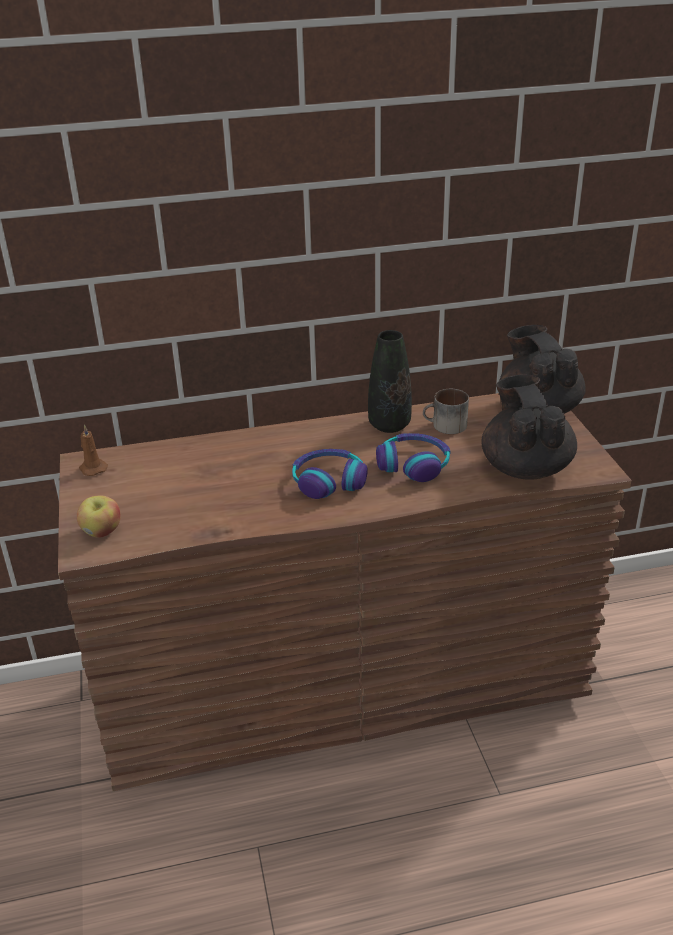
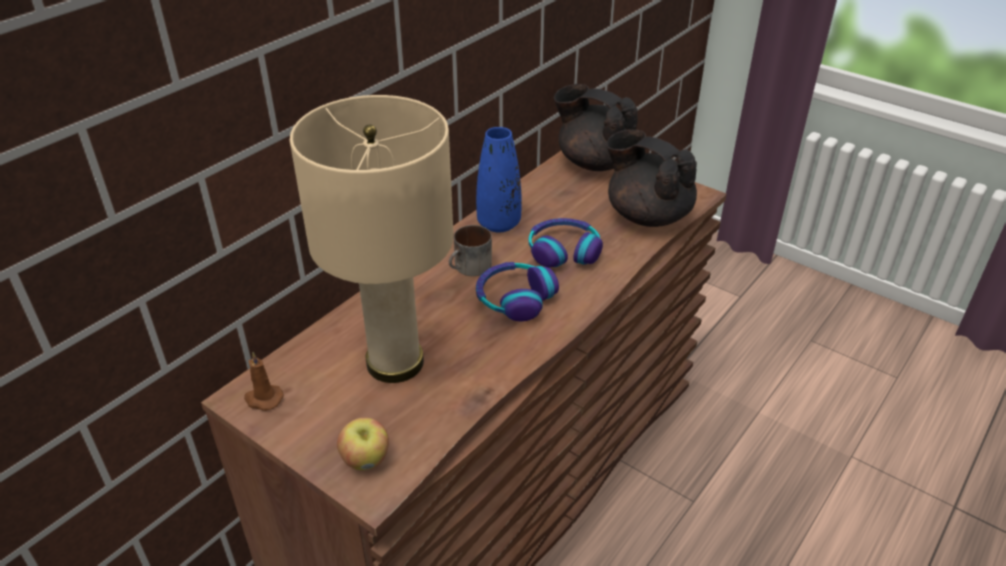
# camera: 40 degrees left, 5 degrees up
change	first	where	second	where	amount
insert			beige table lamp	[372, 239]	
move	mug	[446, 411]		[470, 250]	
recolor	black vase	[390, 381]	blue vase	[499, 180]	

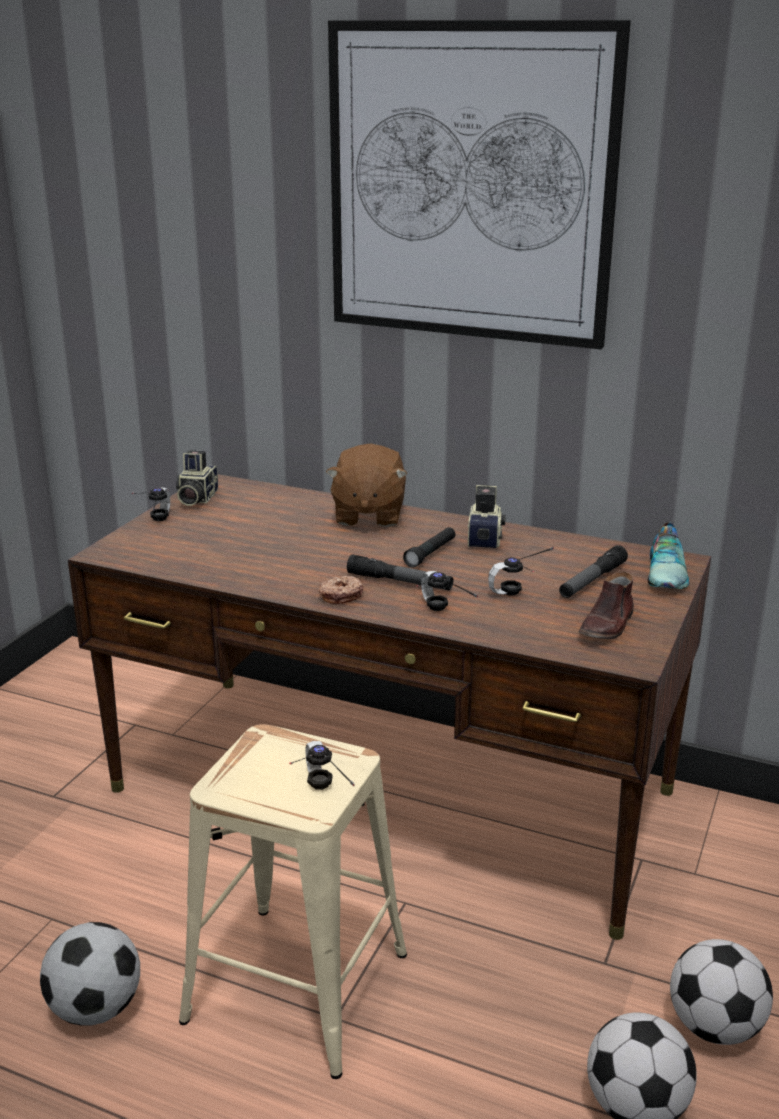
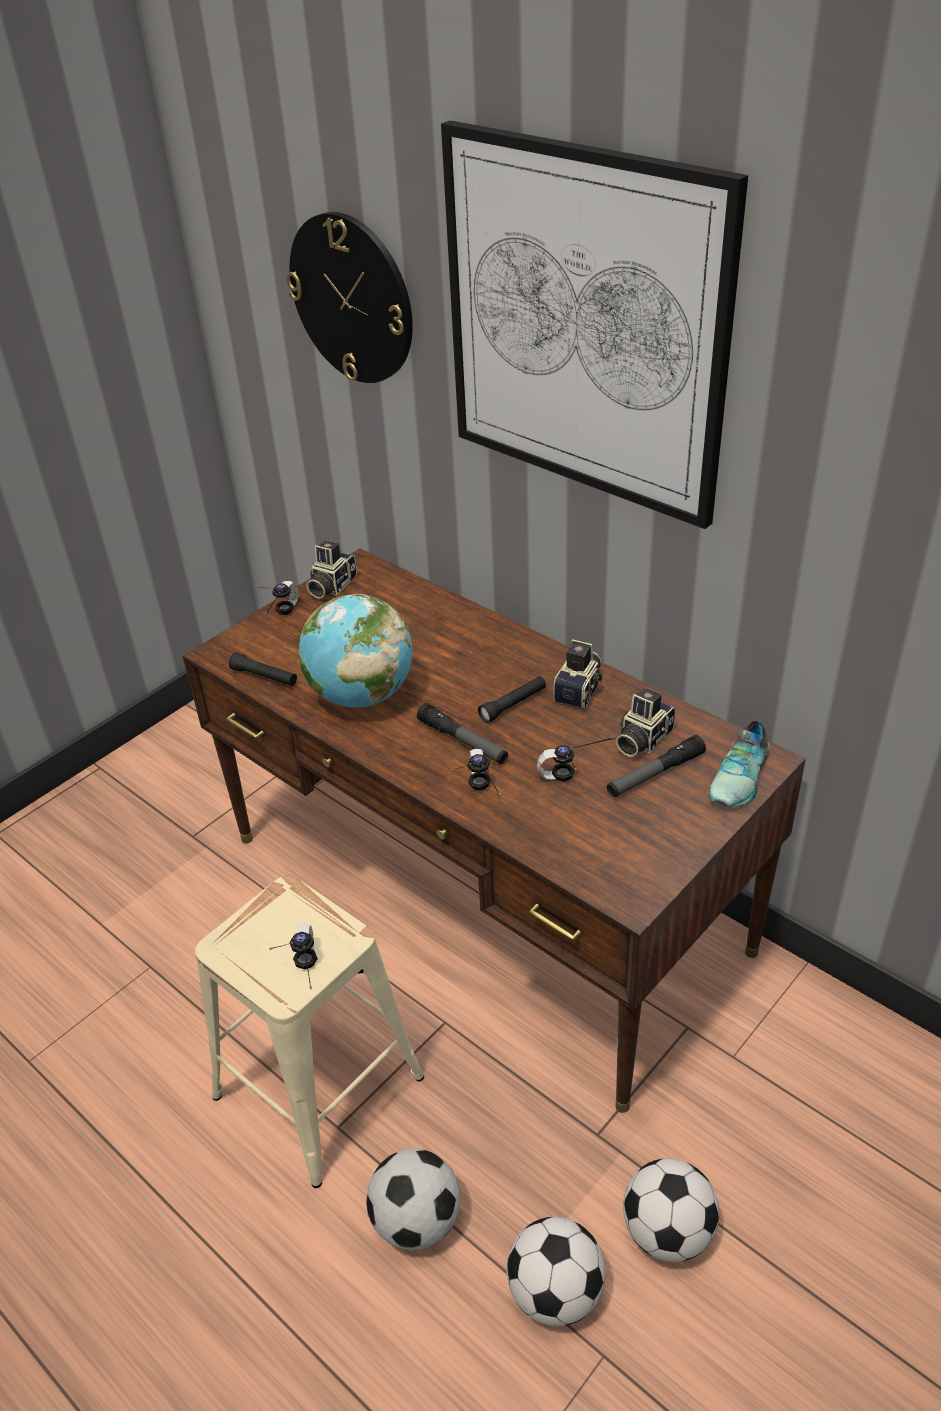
# camera: 20 degrees right, 15 degrees up
change	first	where	second	where	amount
insert			black flashlight	[263, 669]	
insert			wall clock	[349, 297]	
insert			globe	[356, 651]	
move	football	[90, 974]		[413, 1199]	
insert			photo camera	[646, 722]	
delete	donut	[341, 590]			
delete	brown plush toy	[366, 485]			
delete	brown shoe	[606, 605]			

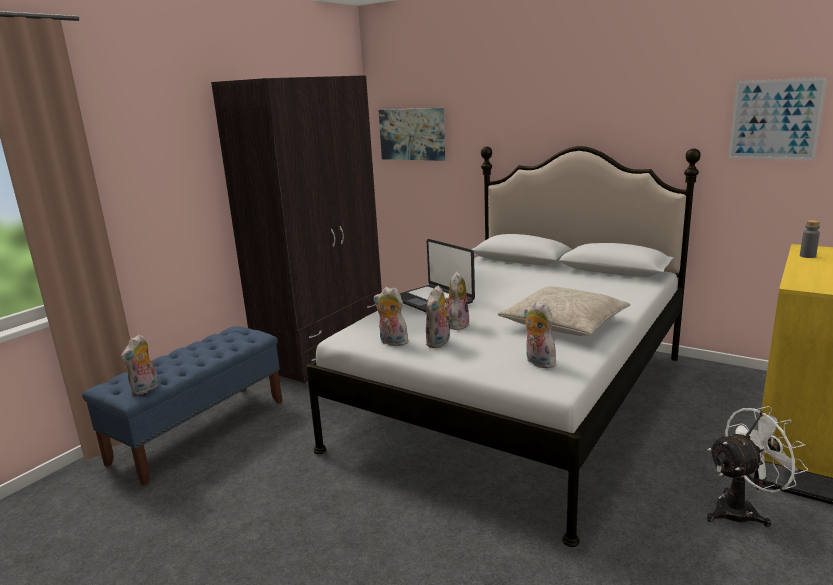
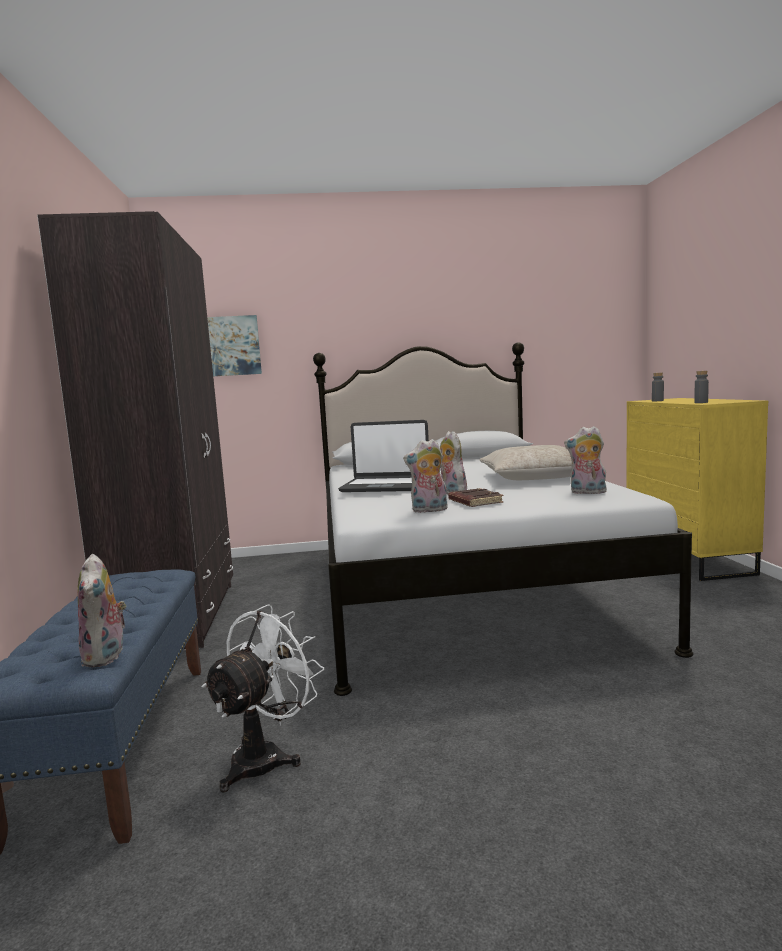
# camera: 40 degrees left, 10 degrees down
change	first	where	second	where	amount
move	white fan	[757, 466]		[263, 698]	
replace	plush toy	[439, 316]	brown book	[476, 497]	
insert			grey bottle	[701, 387]	
delete	picture	[777, 118]			

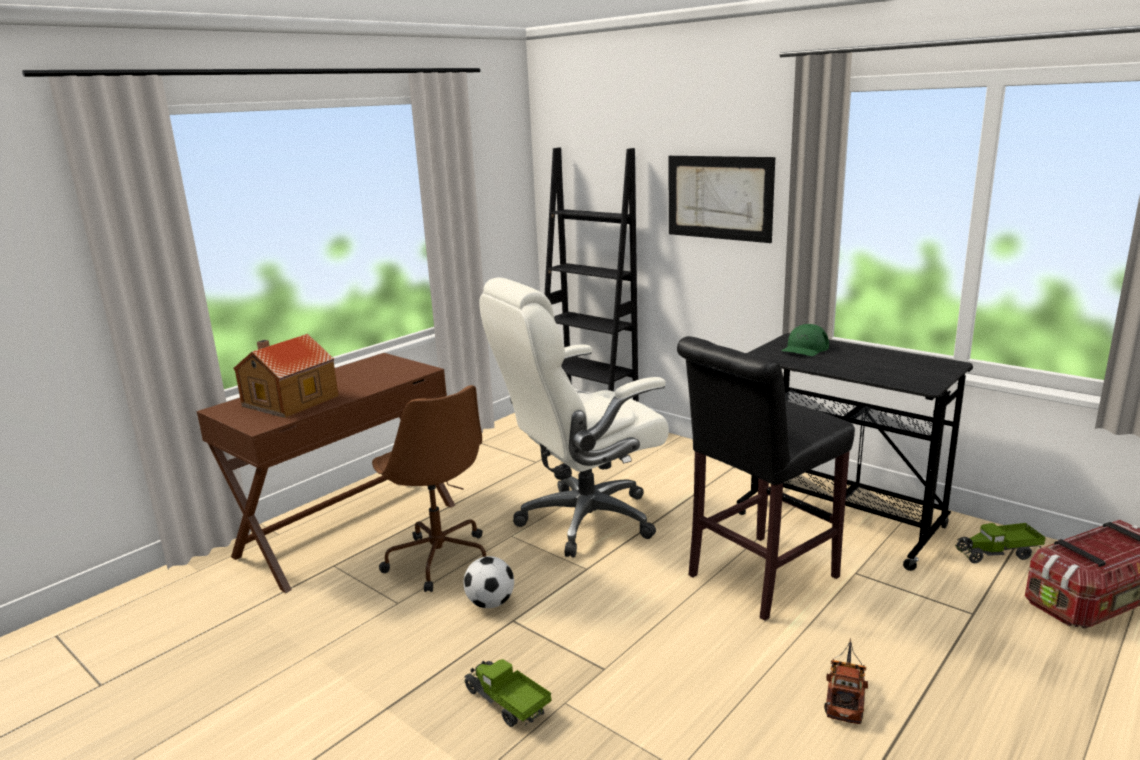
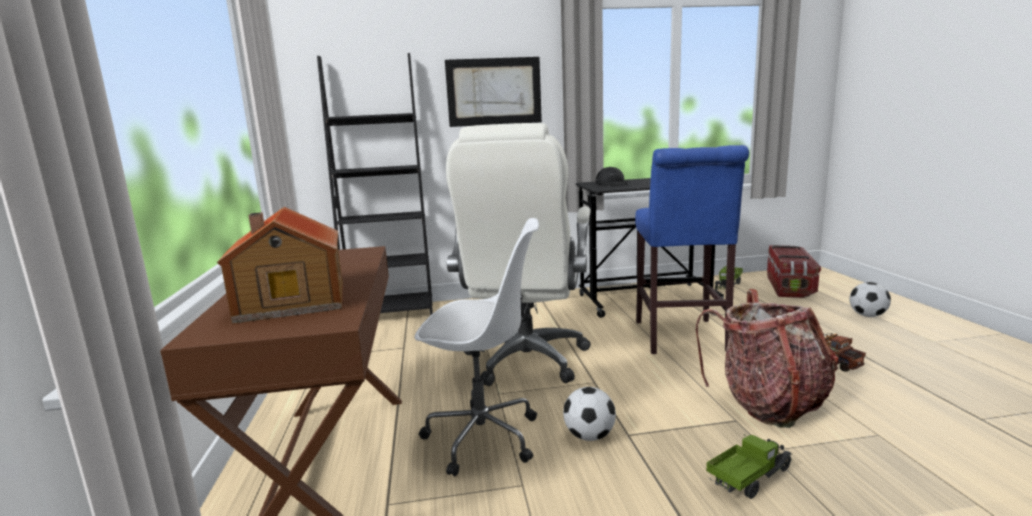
# camera: 50 degrees left, 5 degrees down
change	first	where	second	where	amount
recolor	brown office chair	[429, 488]	white office chair	[477, 347]	
recolor	green cap	[805, 340]	black cap	[612, 176]	
recolor	black stool	[766, 478]	blue stool	[692, 249]	
insert			backpack	[767, 358]	
rotate	toy truck	[508, 693]		[749, 466]	150 degrees clockwise
insert			football	[870, 299]	

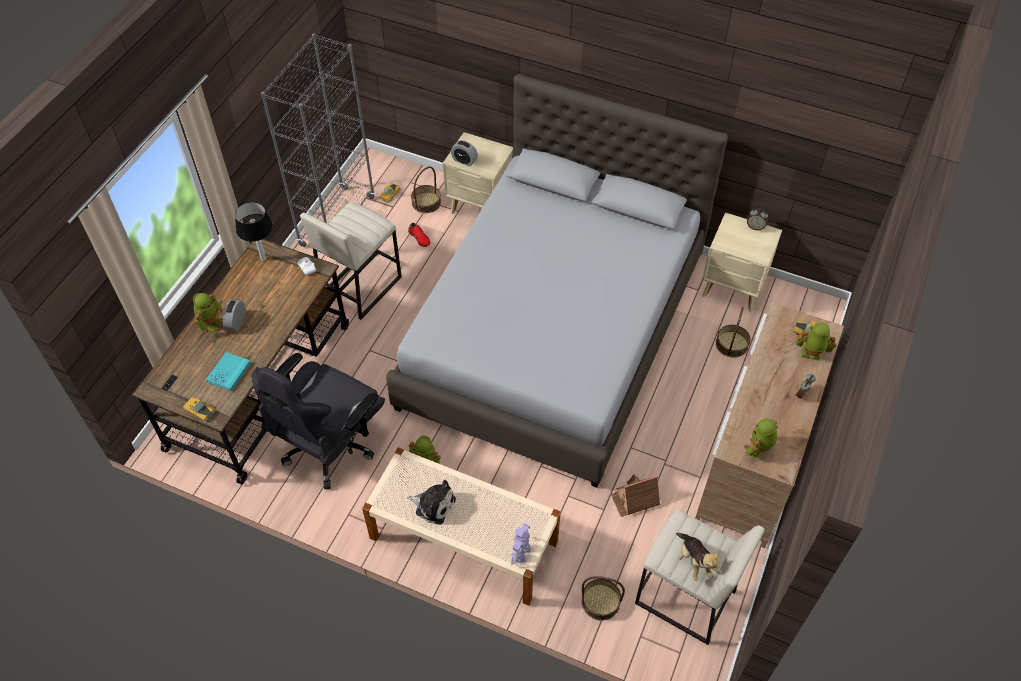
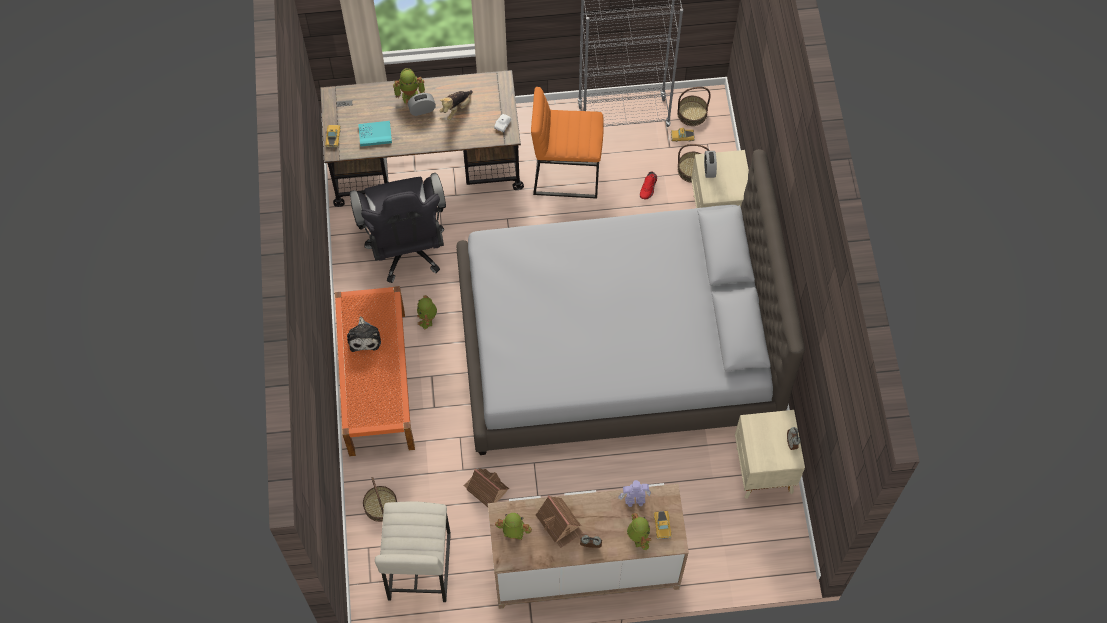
# camera: 60 degrees right, 10 degrees up
change	first	where	second	where	amount
recolor	beige bench	[461, 526]	orange bench	[375, 371]	
rotate	black office chair	[318, 421]		[398, 228]	105 degrees counterclockwise
move	plush toy	[698, 557]		[456, 105]	
recolor	beige stool	[351, 261]	orange stool	[567, 143]	
insert			toy house	[559, 521]	
move	toy robot	[521, 544]		[634, 493]	
move	basket	[733, 332]		[694, 106]	
delete	table lamp	[254, 231]			

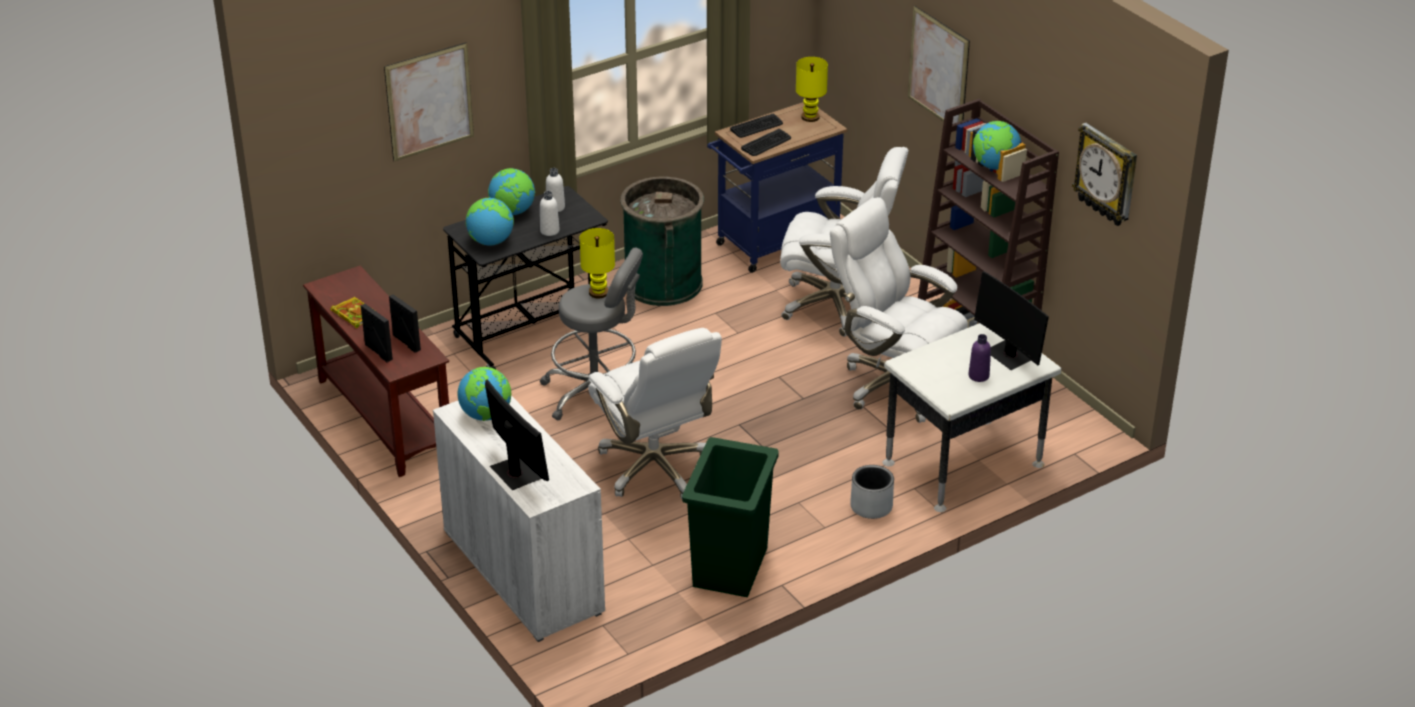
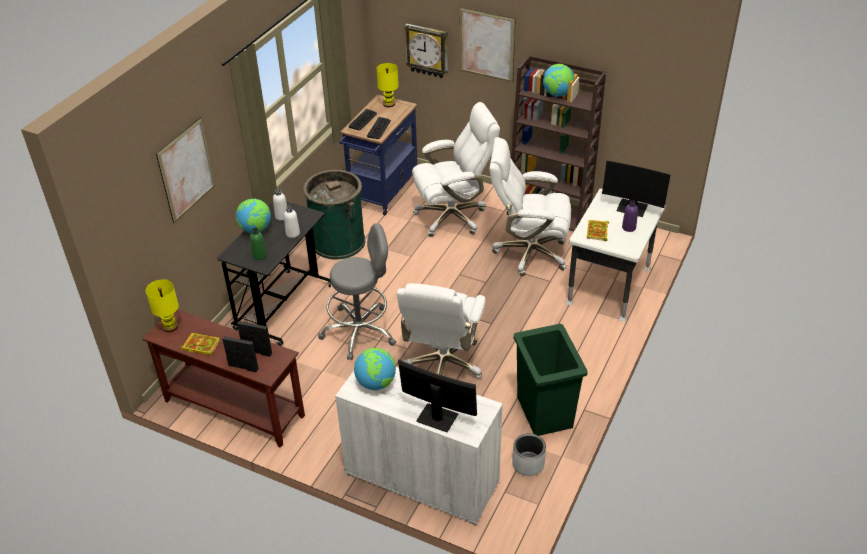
# camera: 30 degrees left, 5 degrees up
change	first	where	second	where	amount
move	yellow table lamp	[597, 263]		[162, 305]	
replace	globe	[490, 222]	green bottle	[258, 244]	
rotate	white office chair	[655, 413]		[441, 331]	75 degrees clockwise
move	wall clock	[1104, 174]		[426, 51]	
move	grey planter	[872, 492]		[529, 454]	
insert			book	[597, 230]	

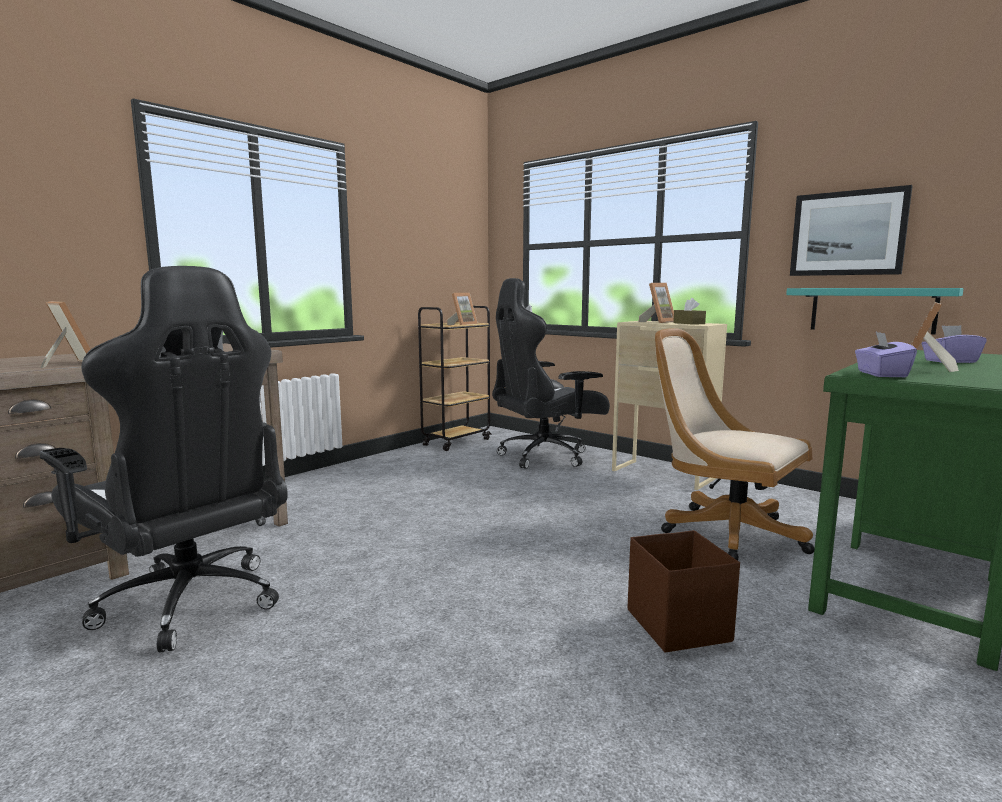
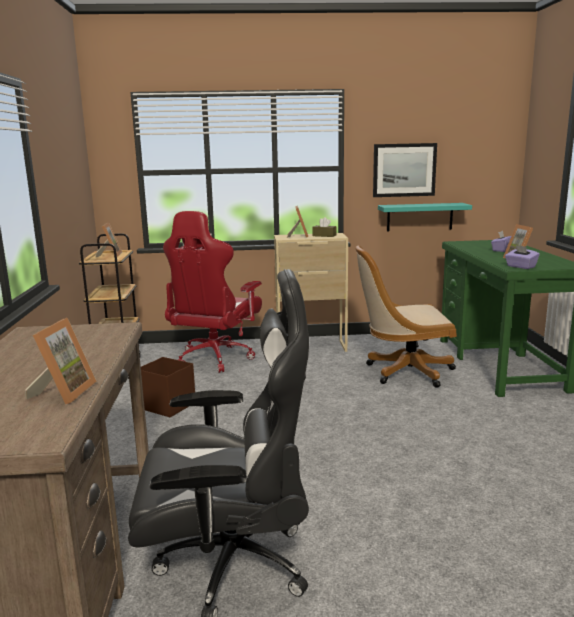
# camera: 45 degrees left, 5 degrees up
change	first	where	second	where	amount
rotate	picture frame	[65, 334]		[61, 361]	105 degrees clockwise
move	brown storage box	[684, 591]		[168, 387]	
recolor	black office chair	[551, 373]	red office chair	[212, 292]	

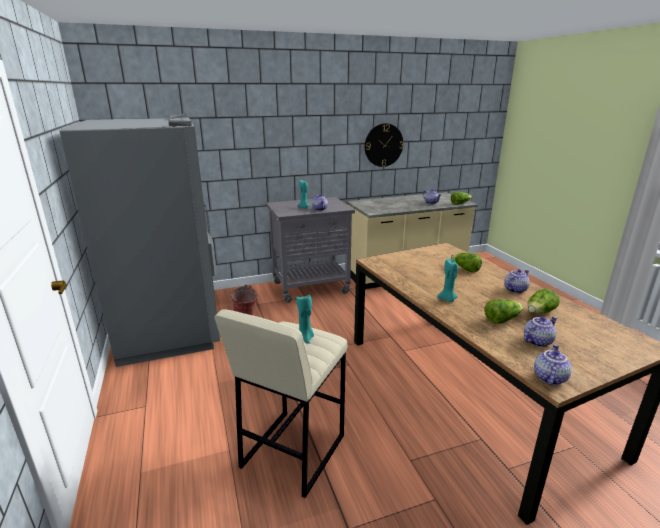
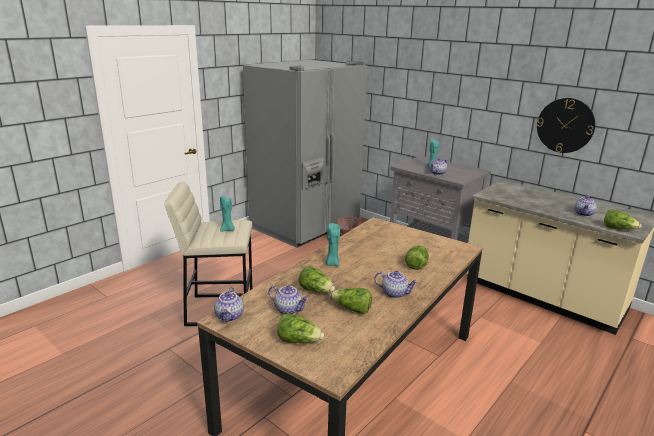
# camera: 60 degrees right, 0 degrees up
change	first	where	second	where	amount
rotate	teapot	[553, 364]		[229, 304]	90 degrees clockwise
insert			lettuce	[300, 328]	

